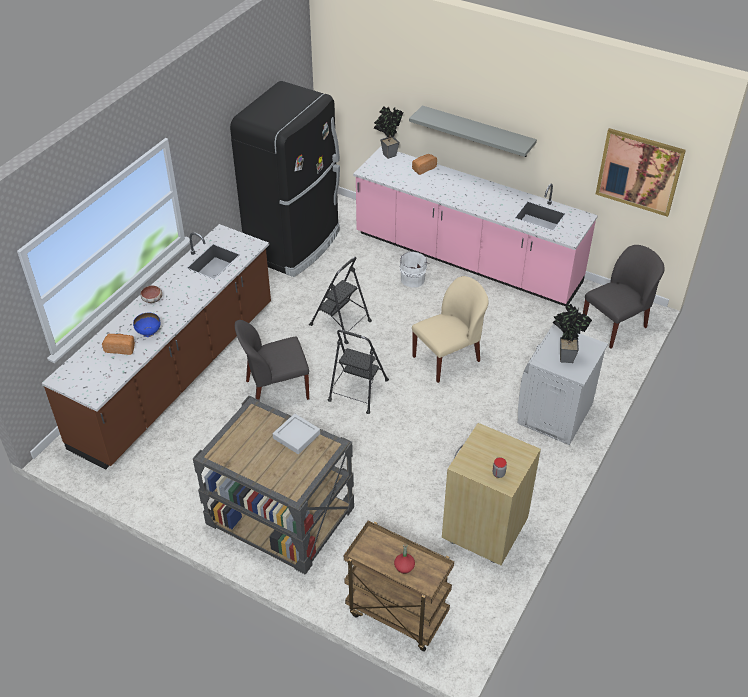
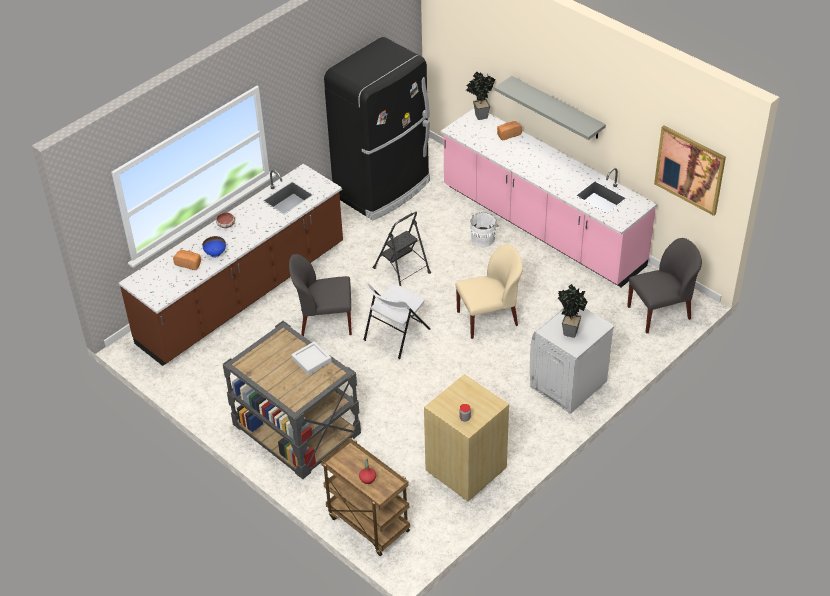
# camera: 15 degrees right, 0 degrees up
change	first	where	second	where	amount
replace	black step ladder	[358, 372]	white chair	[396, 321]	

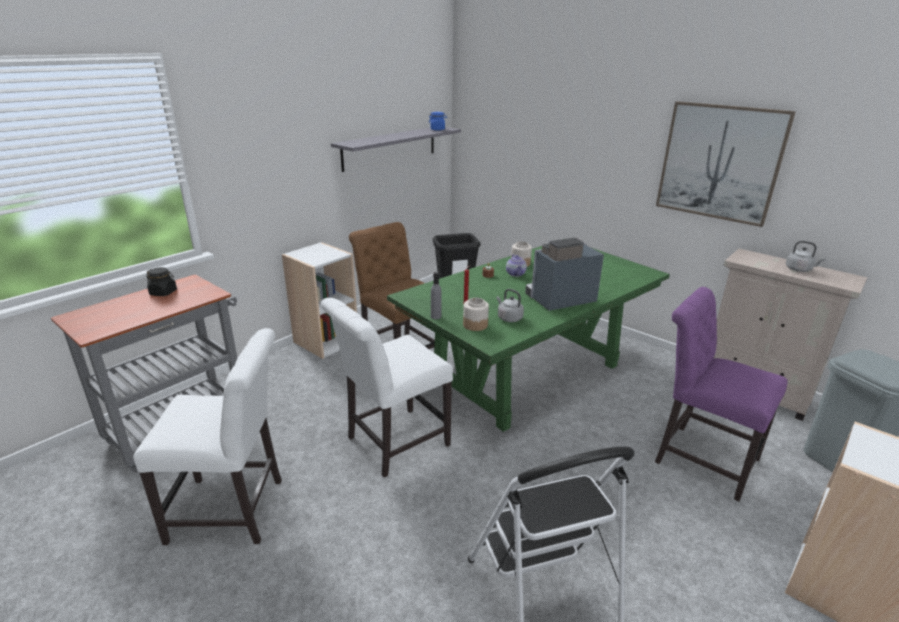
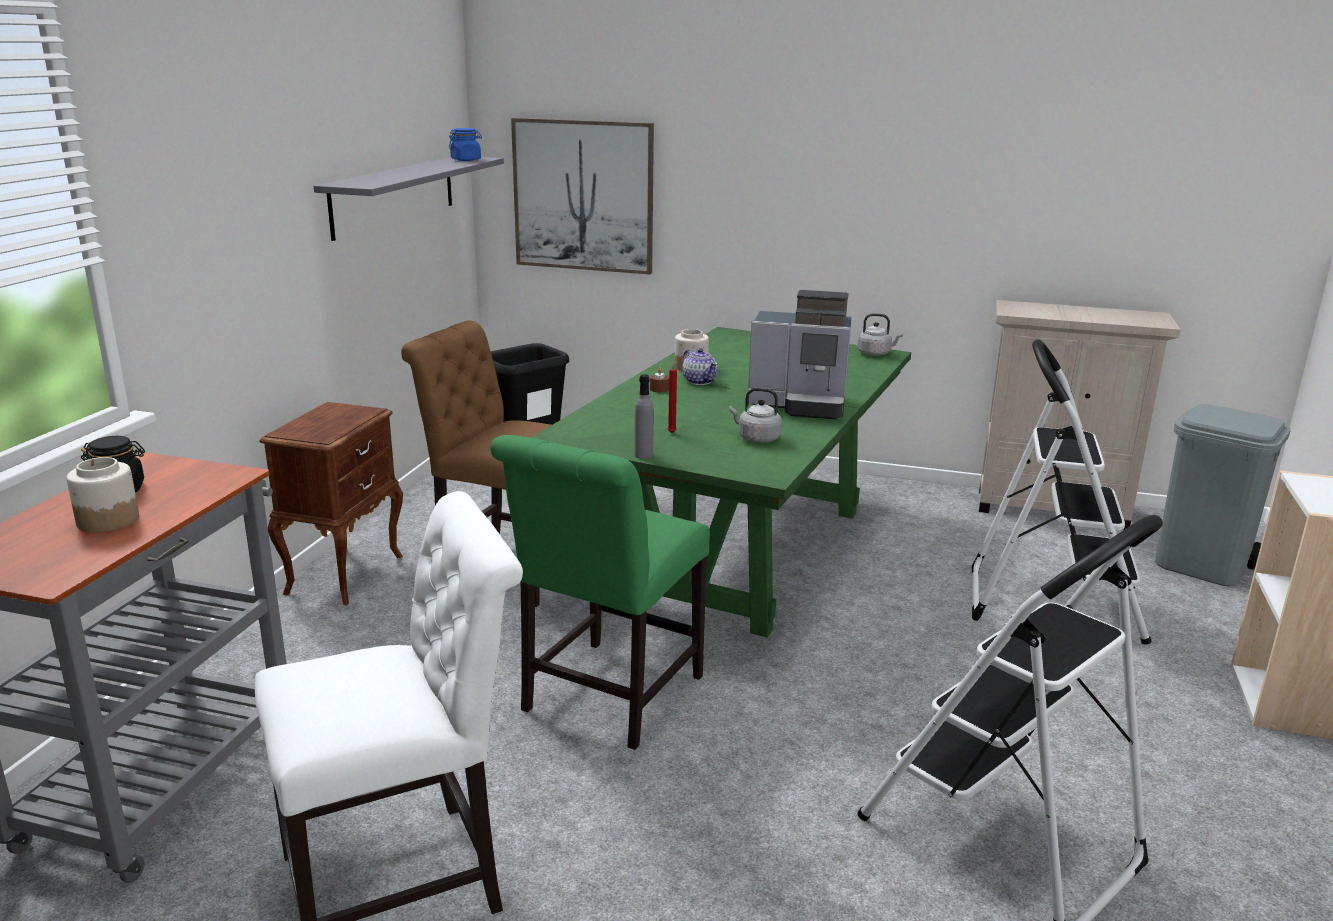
# camera: 25 degrees left, 5 degrees down
change	first	where	second	where	amount
move	jar	[476, 314]		[102, 495]	
replace	bookcase	[319, 300]	brown nightstand	[331, 504]	
recolor	white chair	[387, 387]	green chair	[600, 592]	
move	picture	[726, 164]		[582, 196]	
rotate	coffee machine	[564, 274]		[799, 355]	120 degrees counterclockwise
move	grey kettle	[806, 256]		[880, 334]	
replace	purple chair	[721, 394]	step ladder	[1061, 492]	

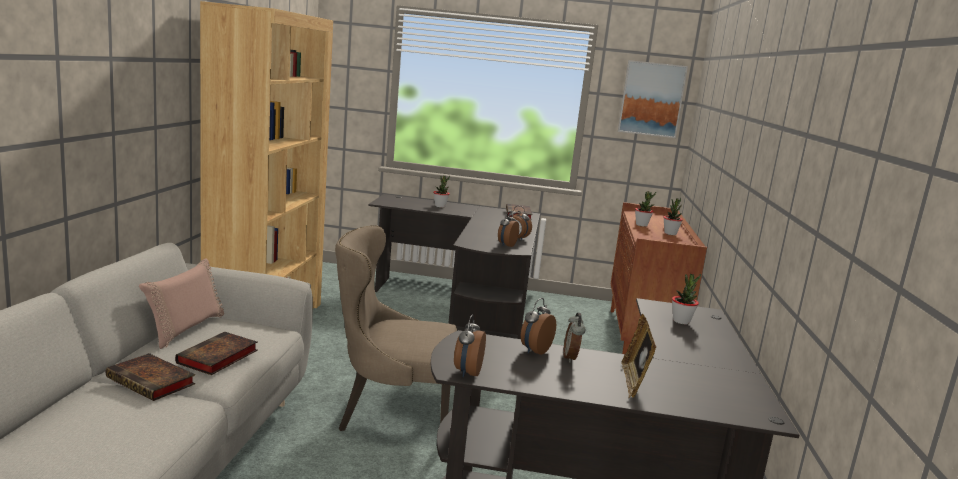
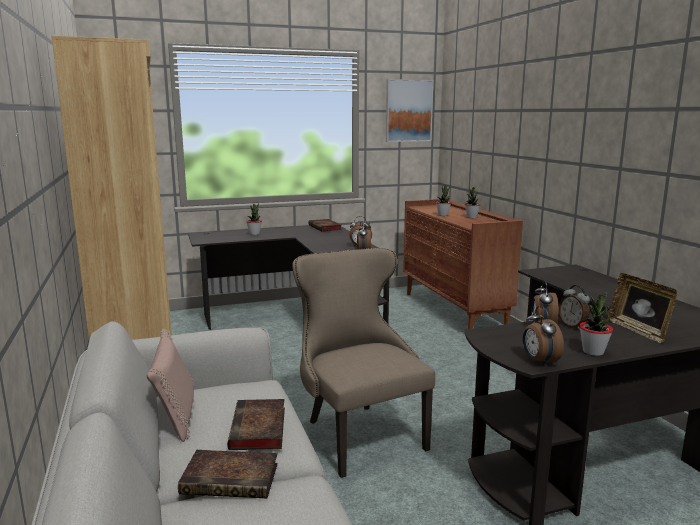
# camera: 25 degrees left, 0 degrees up
change	first	where	second	where	amount
rotate	beige chair	[396, 328]		[363, 363]	90 degrees clockwise
move	potted plant	[686, 299]		[596, 324]	

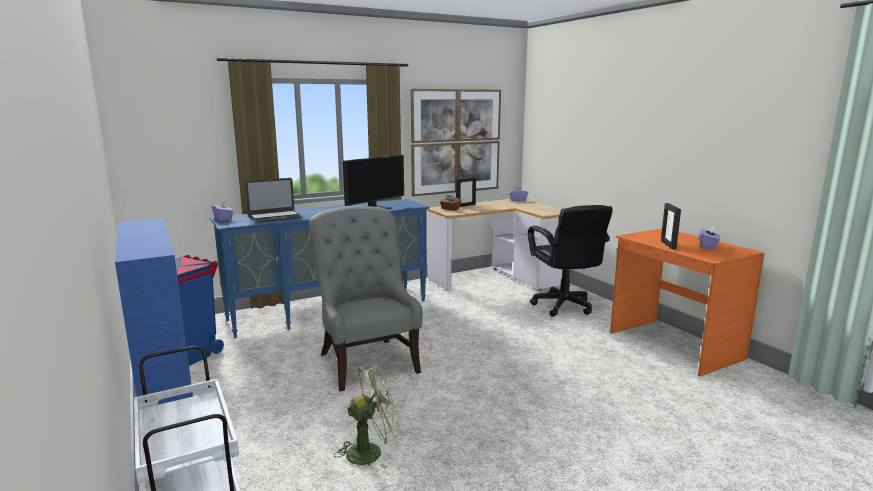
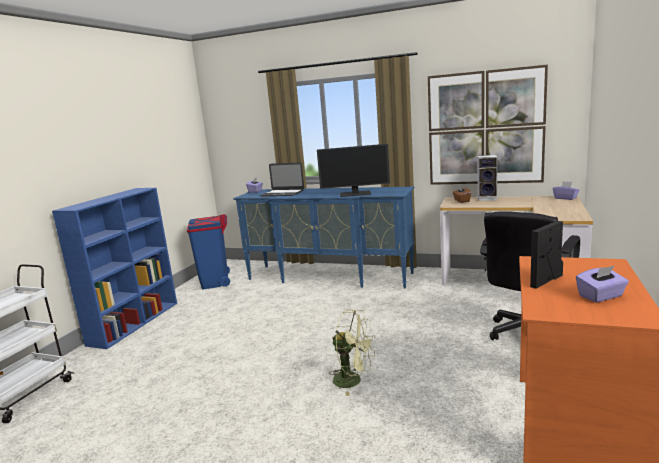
# camera: 50 degrees right, 0 degrees up
change	first	where	second	where	amount
move	green fan	[367, 416]		[352, 352]	
replace	picture frame	[466, 192]	speaker	[487, 178]	
delete	grey chair	[366, 299]			

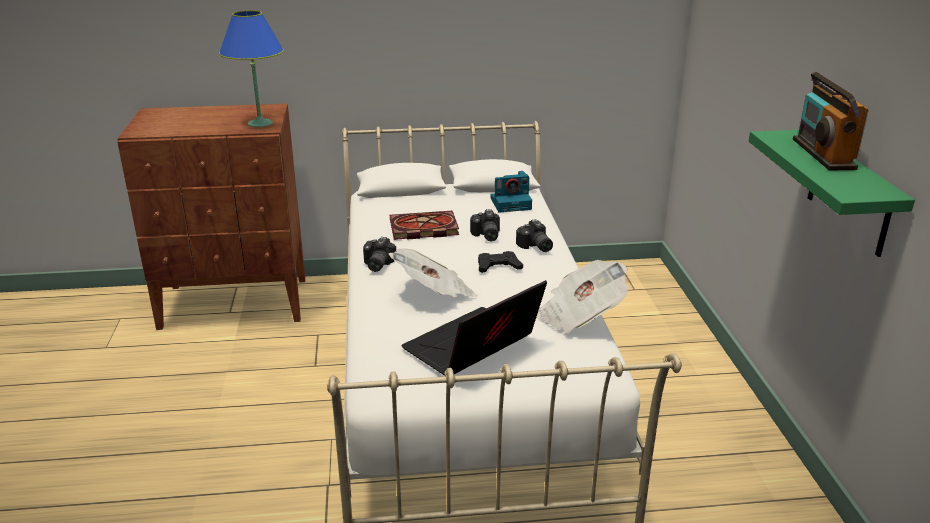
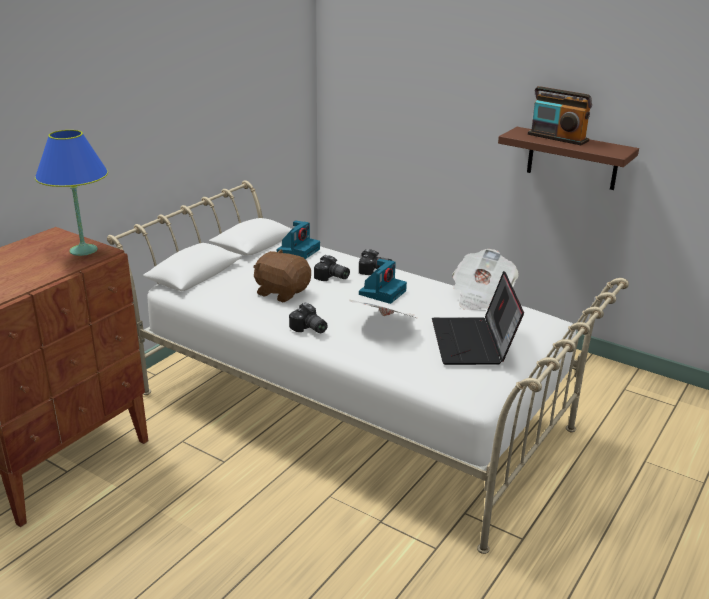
# camera: 50 degrees left, 0 degrees up
change	first	where	second	where	amount
replace	book	[424, 225]	brown plush toy	[282, 275]	
replace	black game controller	[500, 262]	photo camera	[383, 281]	
recolor	green shelf	[832, 193]	brown shelf	[568, 158]	

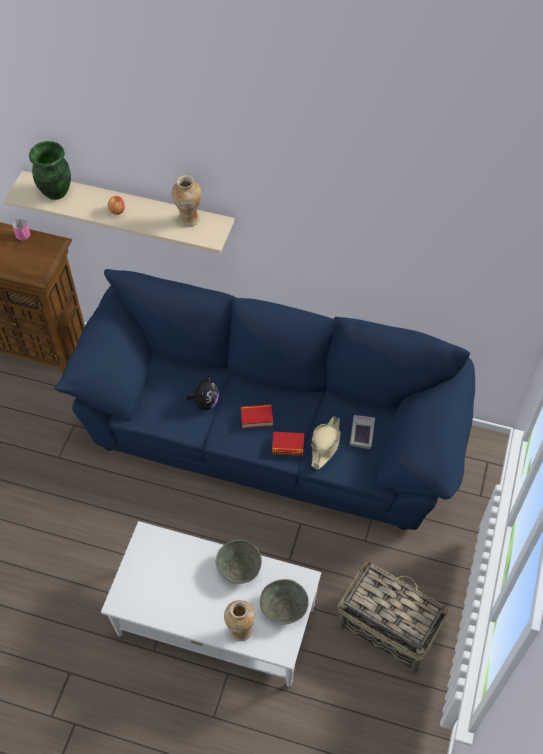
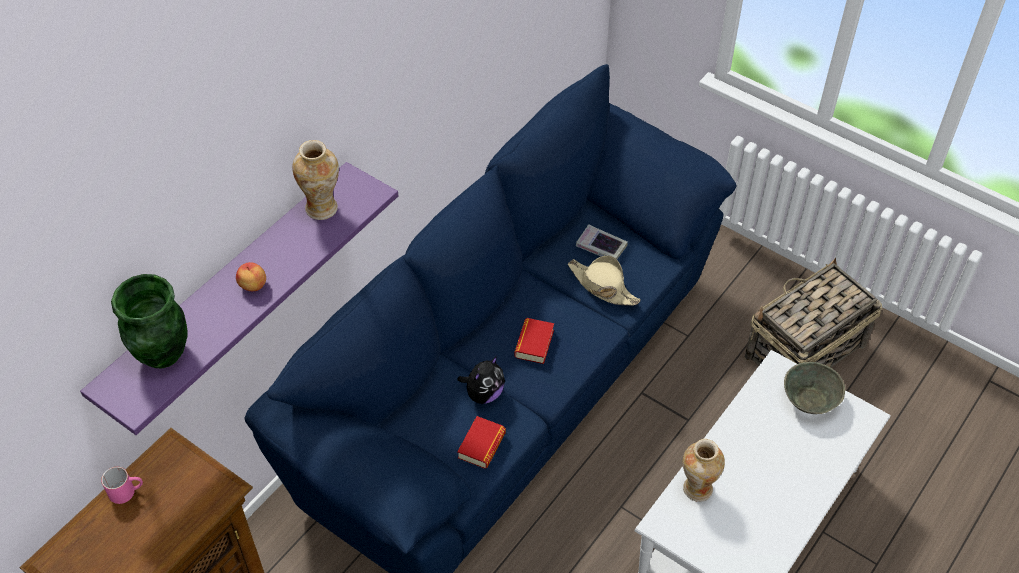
# camera: 70 degrees left, 5 degrees down
change	first	where	second	where	amount
recolor	beige shelf	[119, 212]	purple shelf	[239, 298]	
move	book	[288, 444]		[481, 442]	
rotate	plush toy	[202, 392]		[481, 380]	90 degrees clockwise
move	vase	[239, 620]		[704, 470]	
delete	grey bowl	[239, 562]			

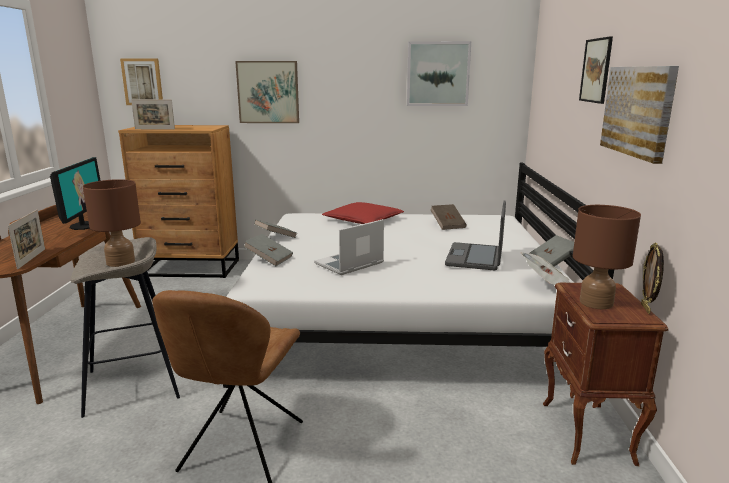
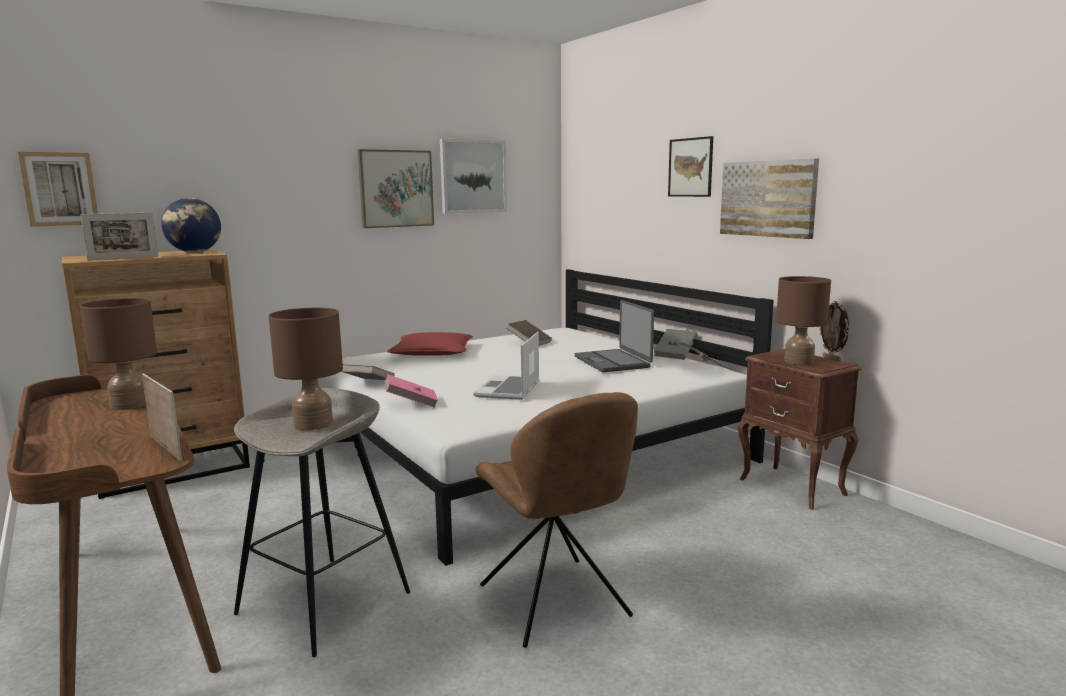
# camera: 35 degrees left, 5 degrees down
change	first	where	second	where	amount
replace	monitor	[75, 193]	brown table lamp	[118, 354]	
insert			globe	[191, 225]	
move	picture	[267, 92]		[395, 188]	
recolor	grey book	[268, 250]	pink book	[411, 391]	

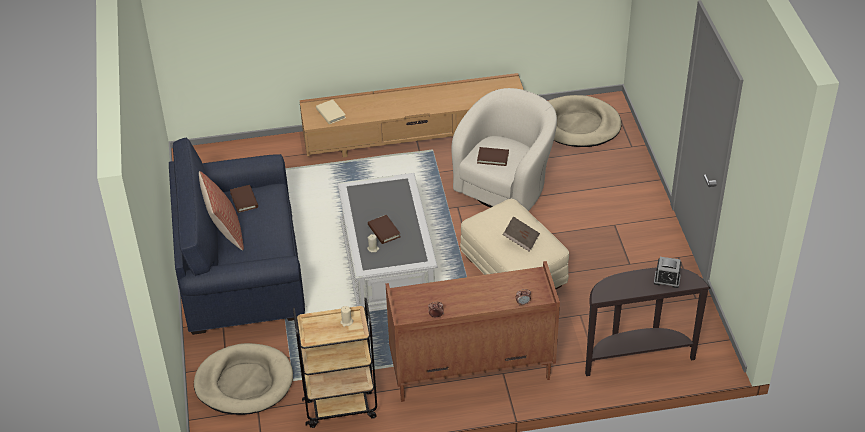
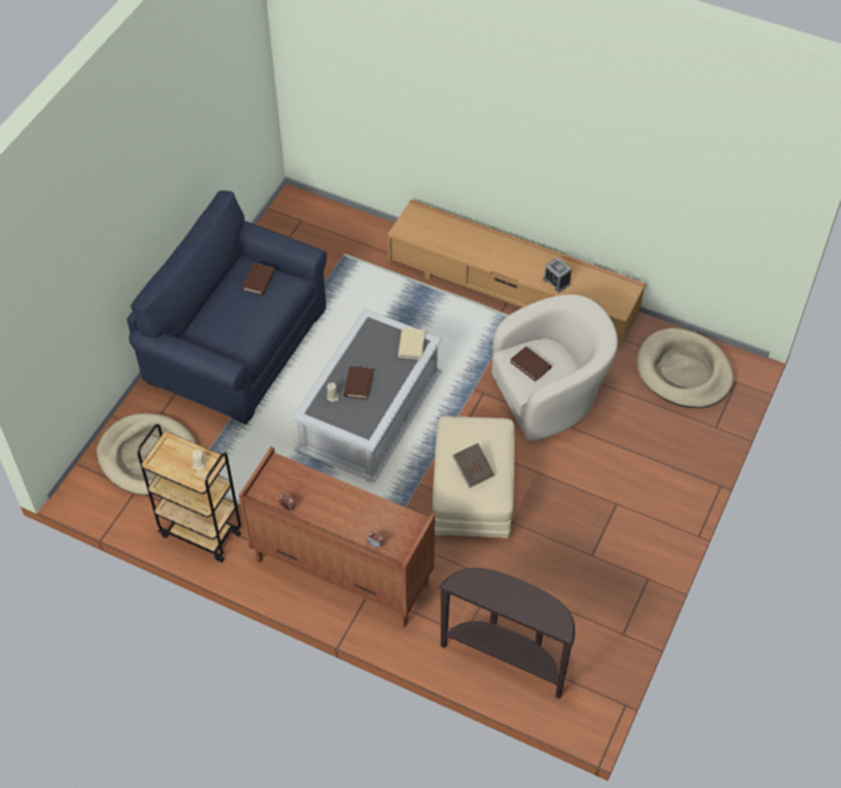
# camera: 35 degrees right, 10 degrees up
change	first	where	second	where	amount
move	beige book	[331, 111]		[411, 344]	
move	alarm clock	[667, 272]		[557, 275]	
delete	pillow	[221, 210]			

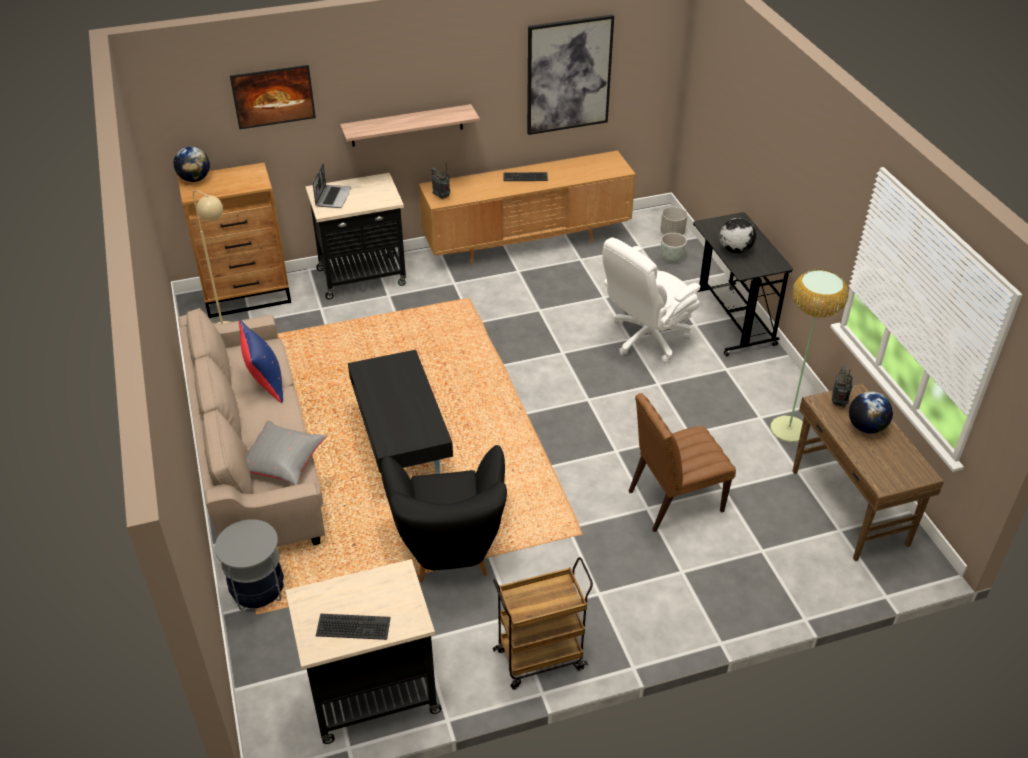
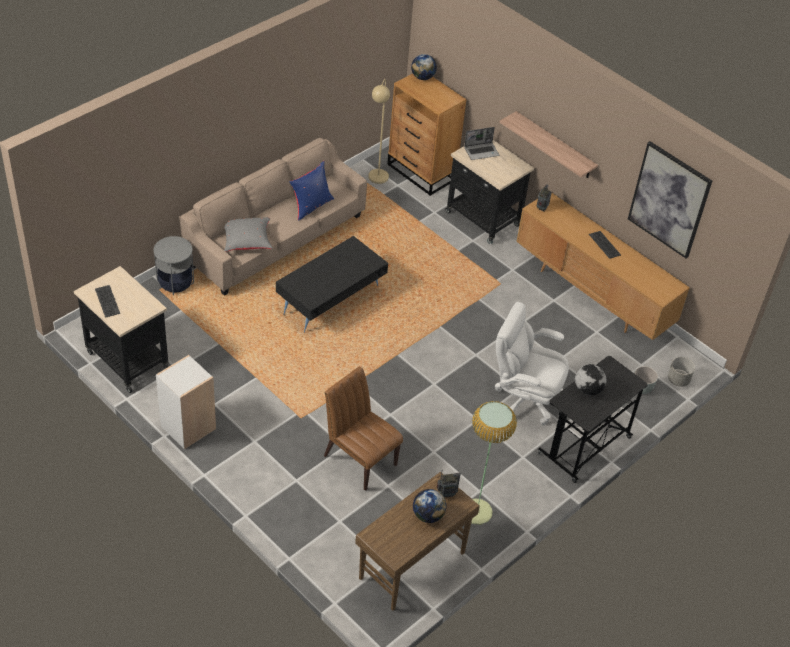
# camera: 60 degrees right, 5 degrees up
change	first	where	second	where	amount
replace	brown cart	[543, 623]	bookcase	[186, 402]	
delete	picture	[273, 97]			
delete	black armchair	[444, 514]			

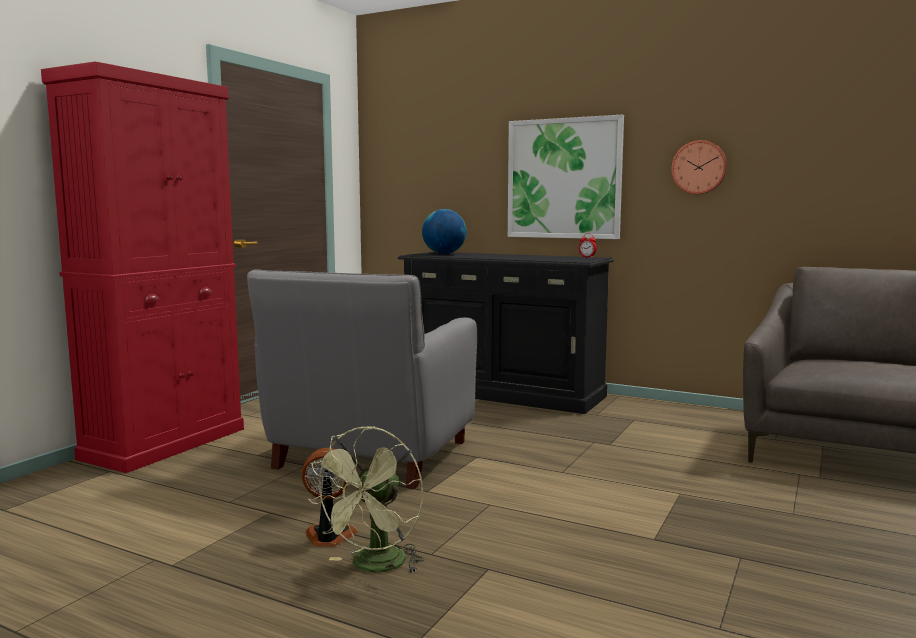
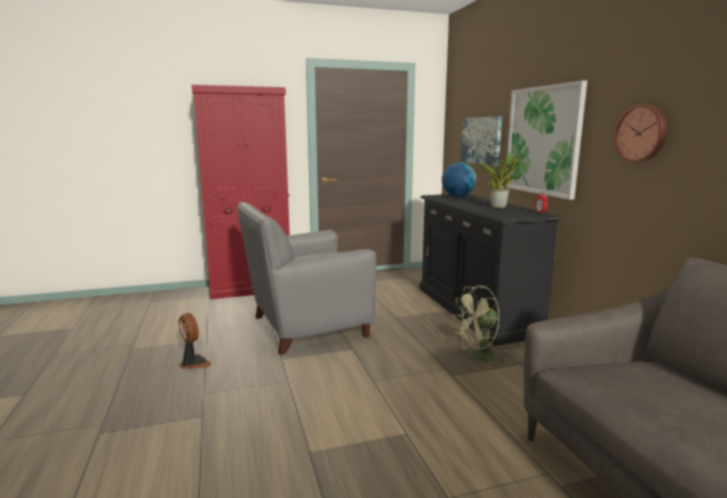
# camera: 45 degrees right, 5 degrees up
change	first	where	second	where	amount
move	green fan	[366, 500]		[480, 326]	
insert			picture	[481, 141]	
insert			potted plant	[505, 181]	

